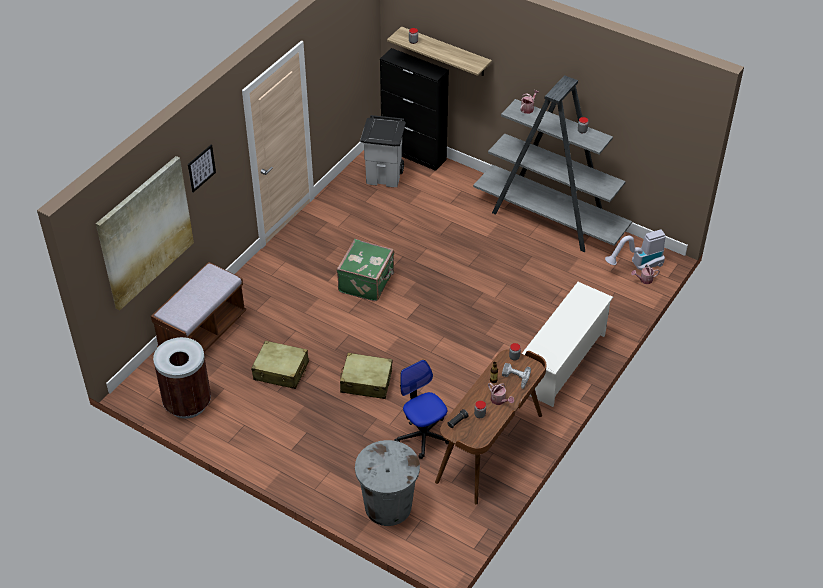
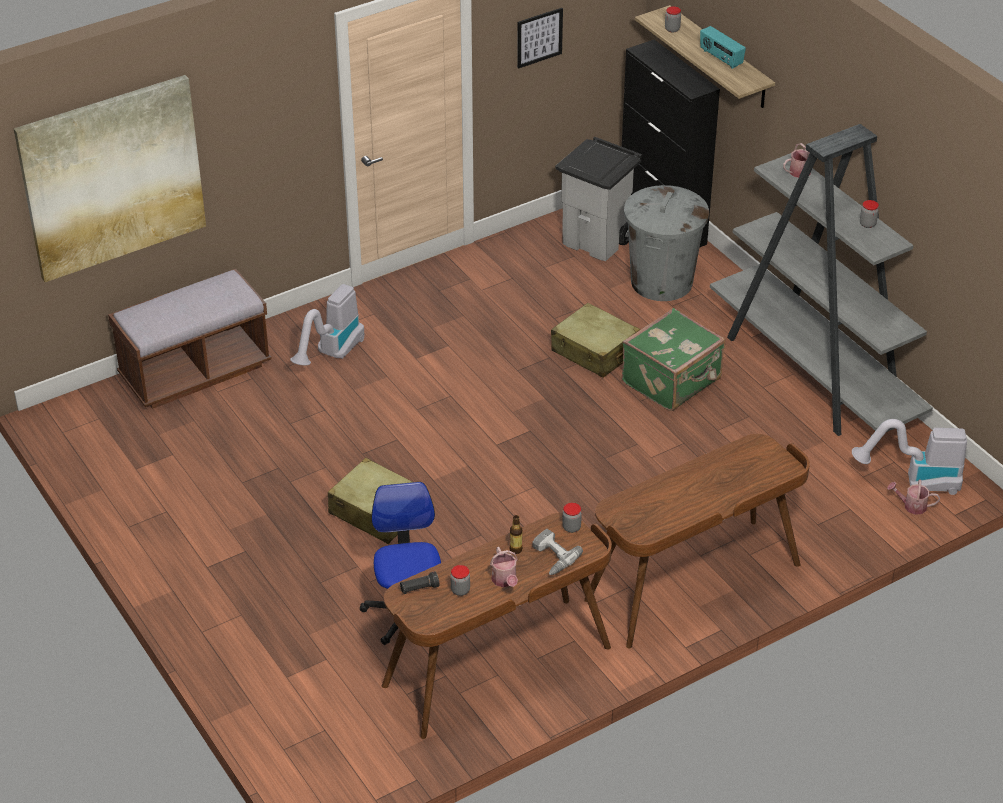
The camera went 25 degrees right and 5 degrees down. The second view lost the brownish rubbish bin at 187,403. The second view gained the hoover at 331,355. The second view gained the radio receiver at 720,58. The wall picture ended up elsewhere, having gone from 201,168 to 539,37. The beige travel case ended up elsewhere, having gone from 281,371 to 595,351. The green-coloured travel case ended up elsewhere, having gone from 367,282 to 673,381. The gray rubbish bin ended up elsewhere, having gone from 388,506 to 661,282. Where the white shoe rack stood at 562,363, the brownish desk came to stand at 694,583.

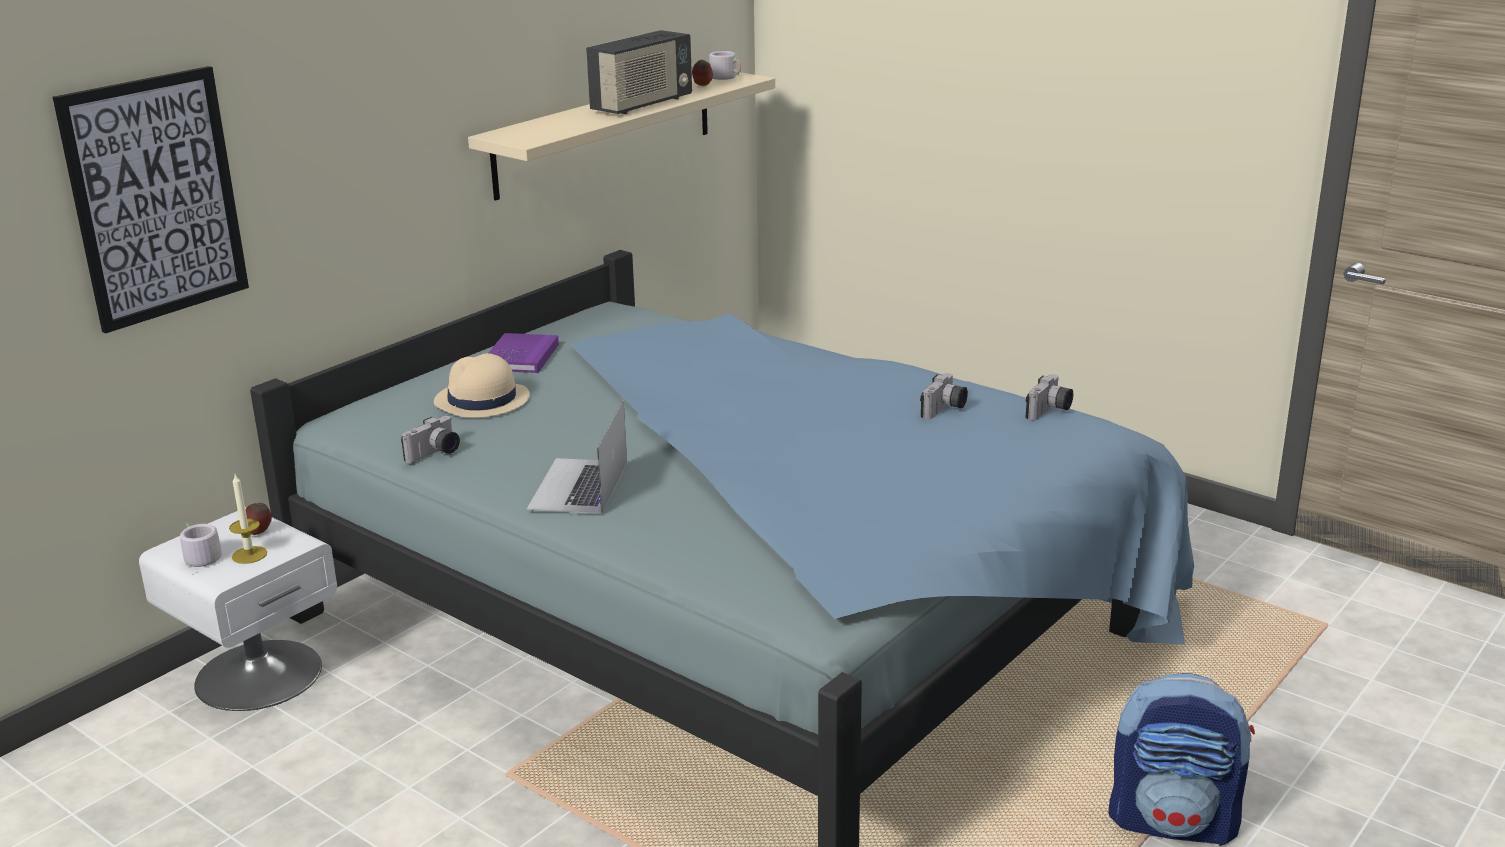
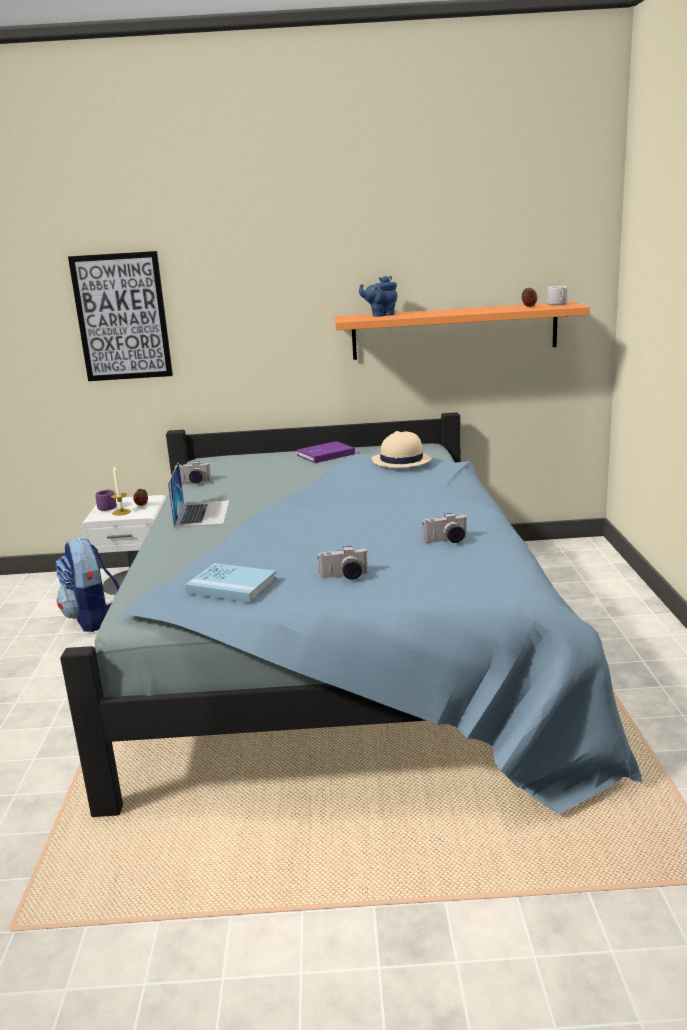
The camera went 50 degrees right and 5 degrees down. The second view lost the radio receiver at 642,105. The second view gained the blue bound book at 232,586. The second view gained the blue tea pot at 381,315. The beige clothing hat ended up elsewhere, having gone from 481,401 to 401,460. The still camera ended up elsewhere, having gone from 1050,411 to 344,577. The backpack ended up elsewhere, having gone from 1174,822 to 93,619. What was the gray tea mug at 199,558 turned into the purple-coloured tea mug at 107,507. What was the beige wall shelf at 605,132 turned into the orange-coloured wall shelf at 454,331. The portable computer at 578,485 ended up facing another way, 120 degrees clockwise from before.

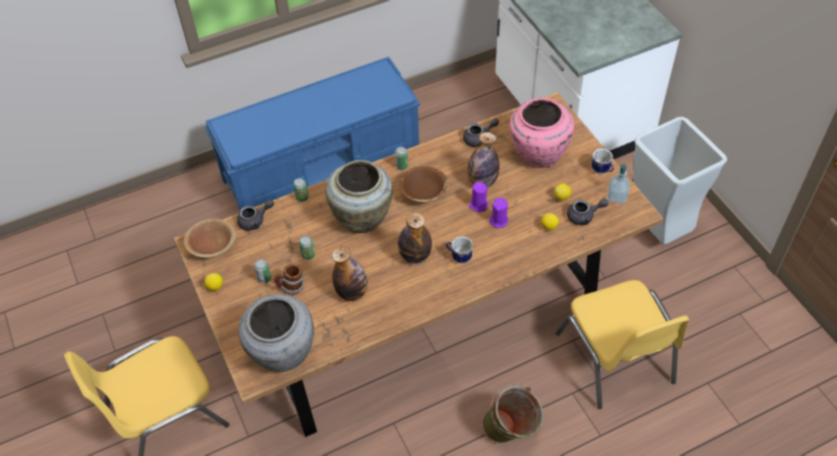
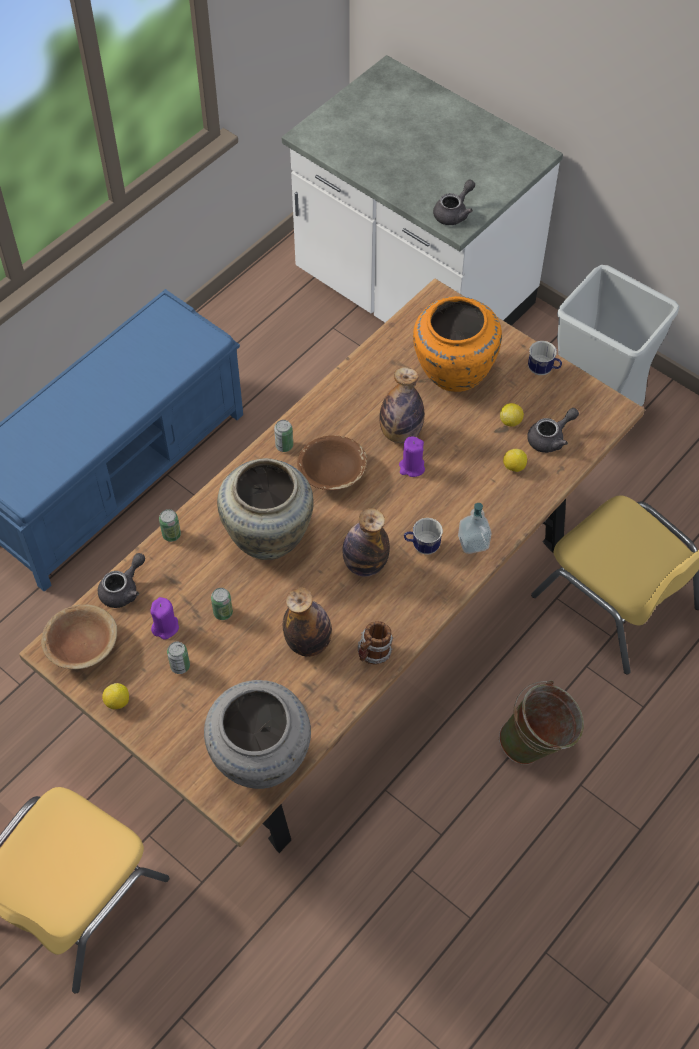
The camera went 25 degrees left and 5 degrees up. The tea mug ended up elsewhere, having gone from 291,287 to 373,654. The gray tea pot ended up elsewhere, having gone from 479,138 to 454,213. The purple-coloured wax light ended up elsewhere, having gone from 499,221 to 165,627. The soap dispenser ended up elsewhere, having gone from 616,196 to 473,542. What was the pinkish flower vase at 537,154 turned into the orange-coloured flower vase at 452,373.

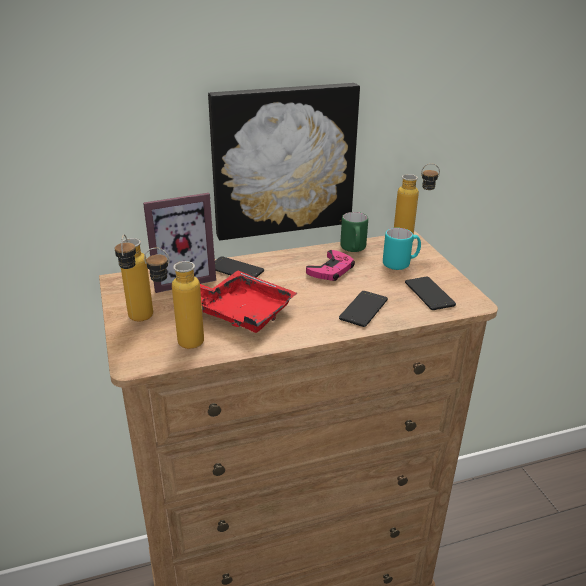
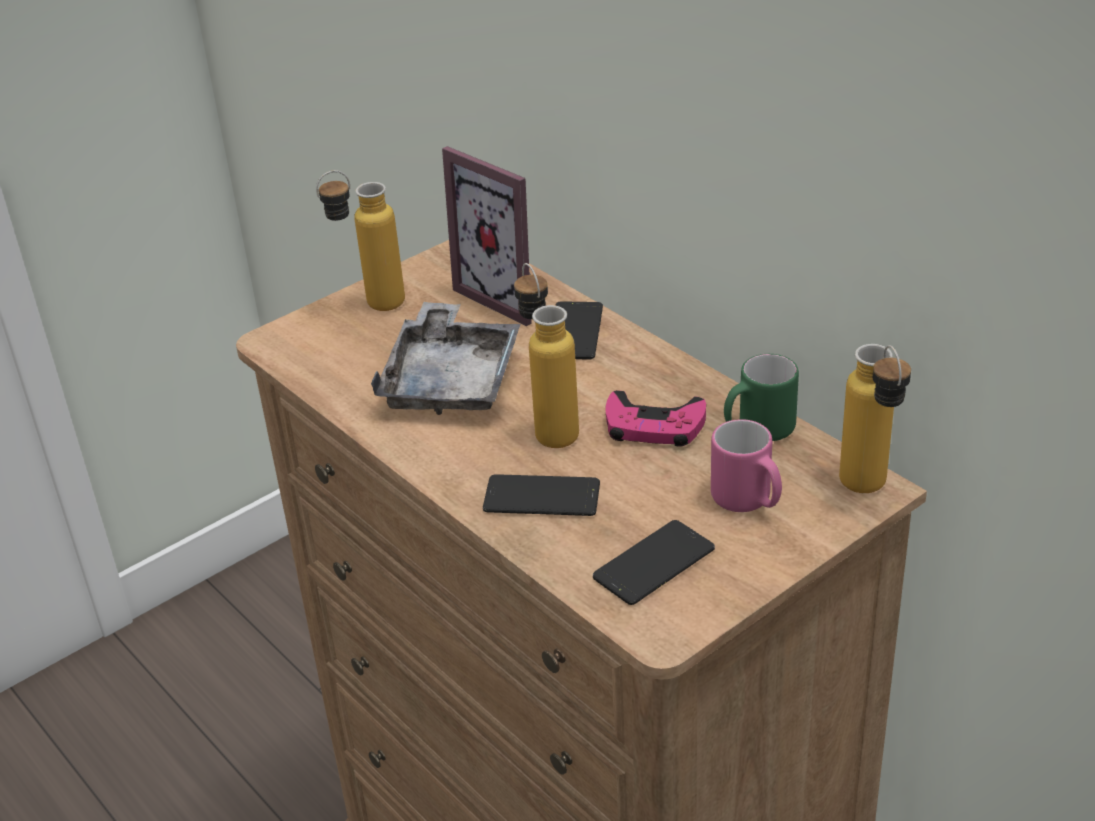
The camera went 70 degrees right and 5 degrees up. The second view lost the wall picture at 283,160. The bottle ended up elsewhere, having gone from 179,342 to 549,427. What was the reddish tray at 242,312 turned into the gray tray at 451,380. What was the turquoise-coloured tea mug at 400,264 turned into the pinkish tea mug at 748,502.

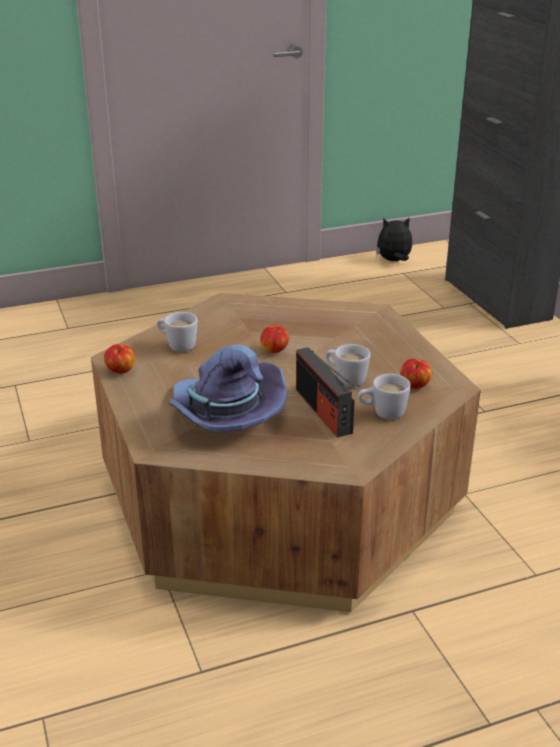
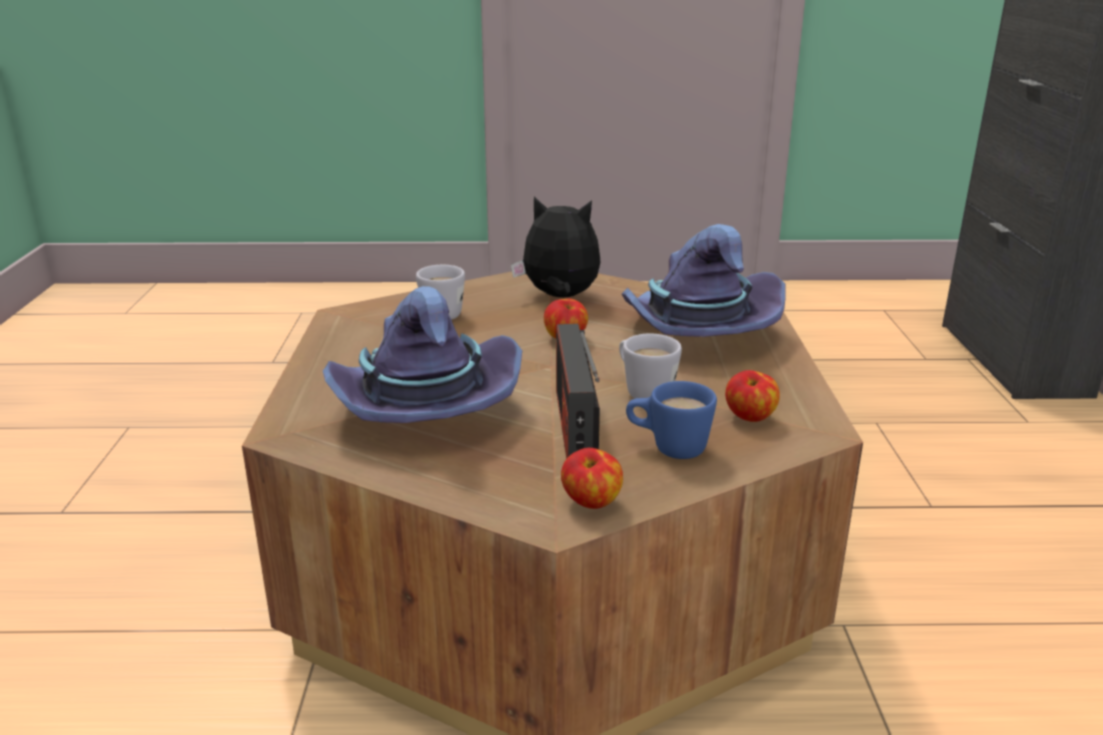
The camera went 20 degrees right and 5 degrees down. The second view gained the purple-coloured clothing hat at 694,331. The whole apple ended up elsewhere, having gone from 120,371 to 591,503. The soft toy ended up elsewhere, having gone from 394,261 to 559,297. What was the white tea mug at 382,413 turned into the blue tea mug at 668,447.

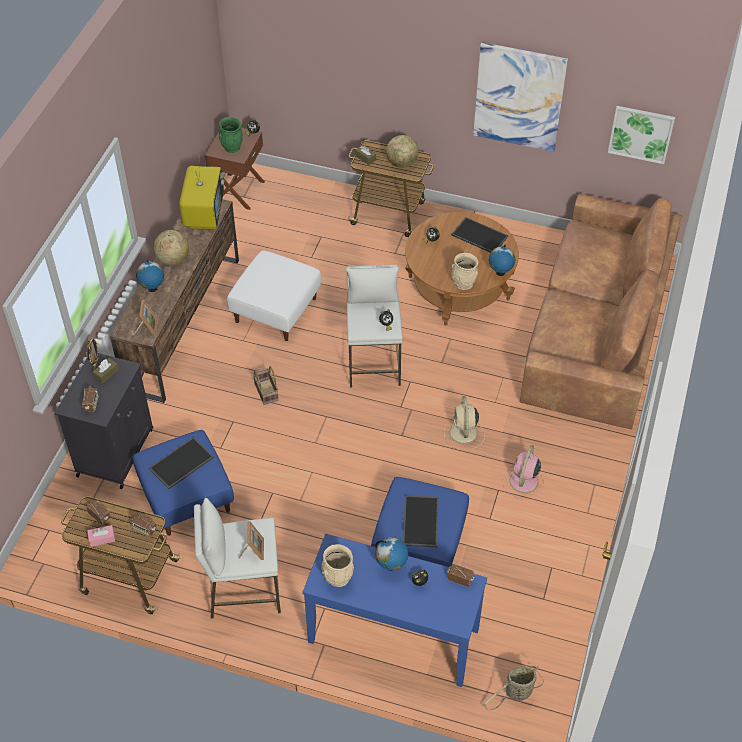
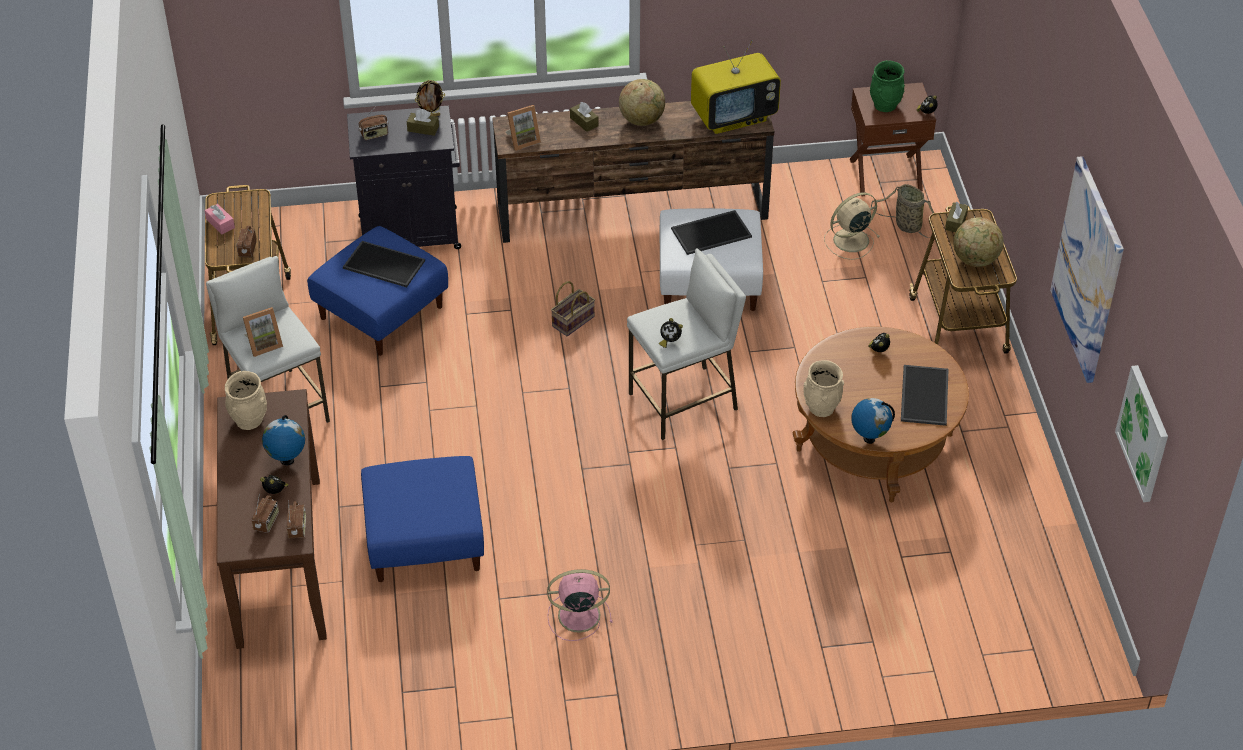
The camera went 65 degrees right and 5 degrees down. The second view lost the brownish sofa at 597,327. The radio receiver ended up elsewhere, having gone from 100,516 to 267,522. The tray ended up elsewhere, having gone from 419,520 to 711,232. The beige fan ended up elsewhere, having gone from 463,434 to 849,241. The storage basket ended up elsewhere, having gone from 516,693 to 906,225. Where the world globe stood at 152,289, the brownish tissue box came to stand at 584,122. What was the blue narrow table at 393,636 turned into the brownish narrow table at 278,561.

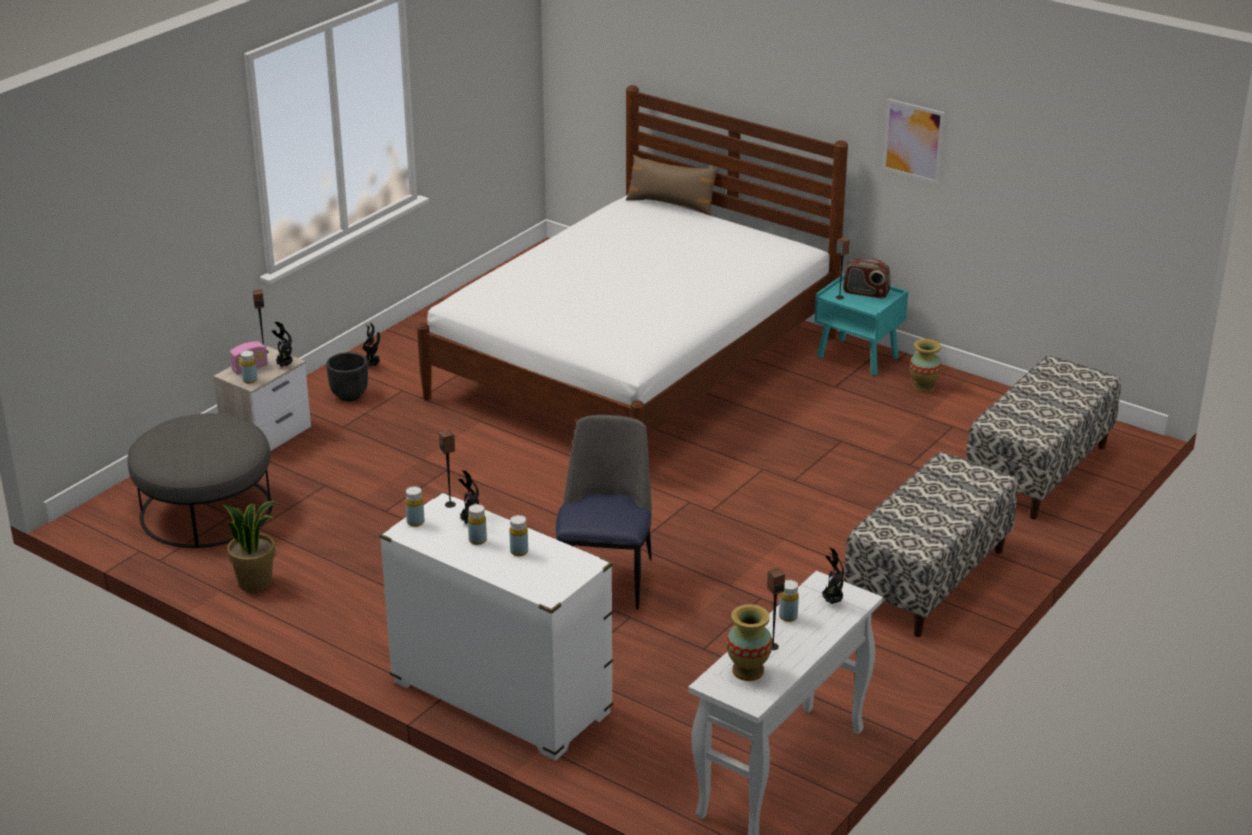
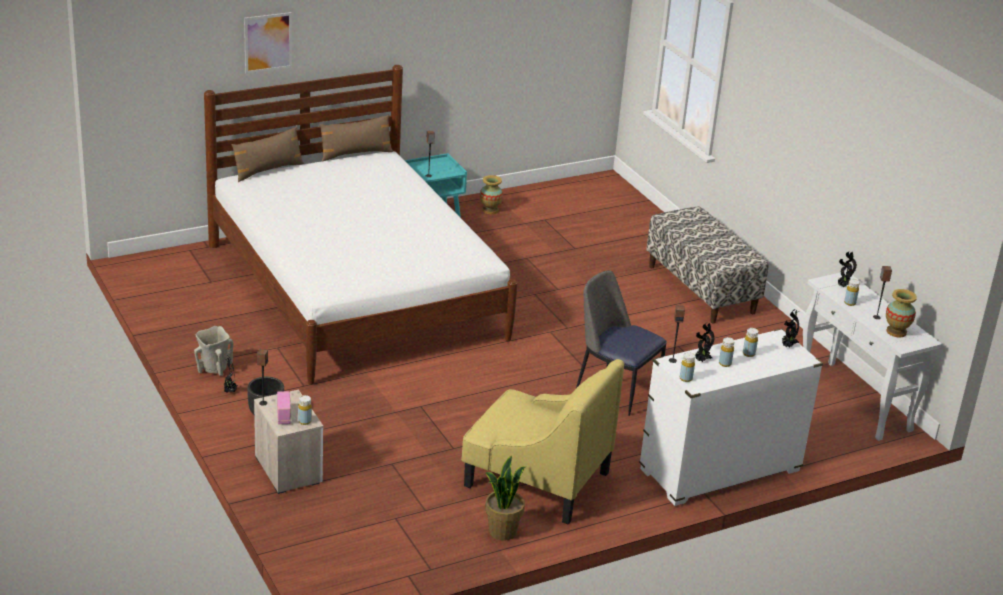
The camera went 65 degrees left and 0 degrees up. The second view lost the gray footrest at 206,510. The second view lost the radio receiver at 866,293. The second view lost the bench at 1038,471. The second view gained the beige flower vase at 213,368. The second view gained the brownish throw pillow at 355,154. The second view gained the yellowish easy chair at 536,479. The houseplant ended up elsewhere, having gone from 284,366 to 787,346. The wall picture ended up elsewhere, having gone from 913,141 to 268,42.

